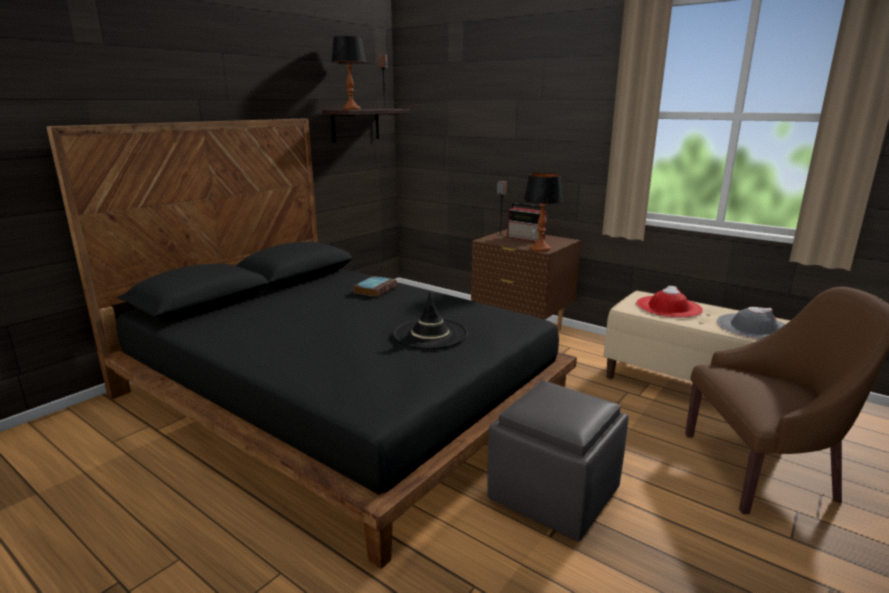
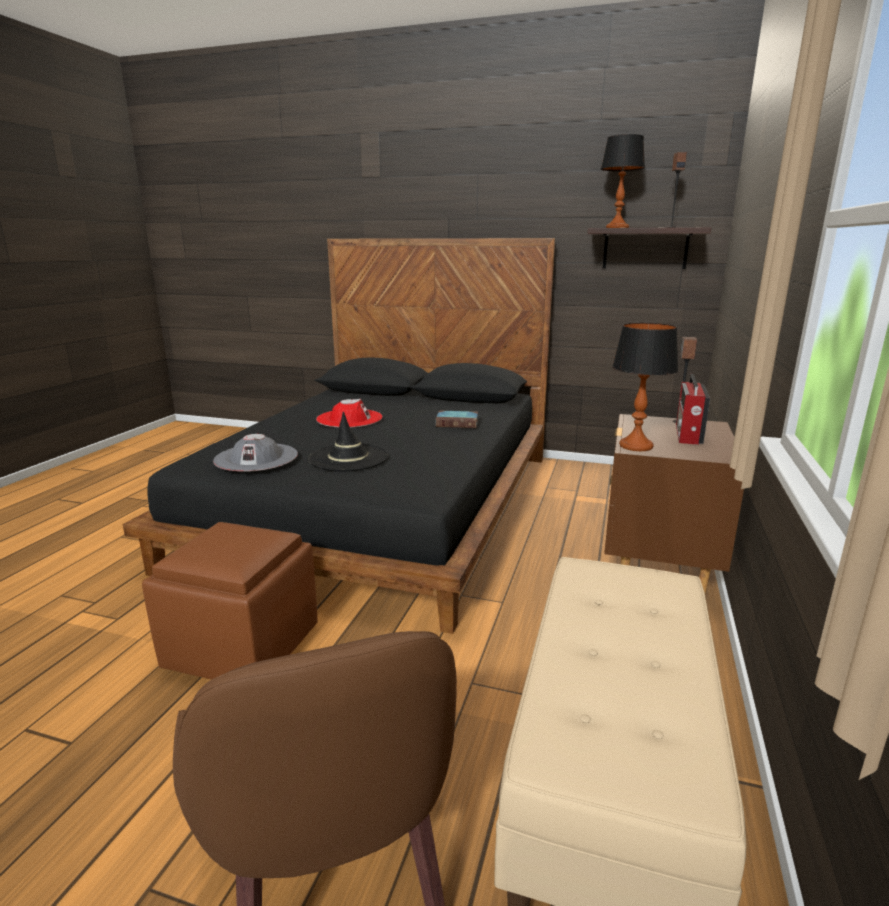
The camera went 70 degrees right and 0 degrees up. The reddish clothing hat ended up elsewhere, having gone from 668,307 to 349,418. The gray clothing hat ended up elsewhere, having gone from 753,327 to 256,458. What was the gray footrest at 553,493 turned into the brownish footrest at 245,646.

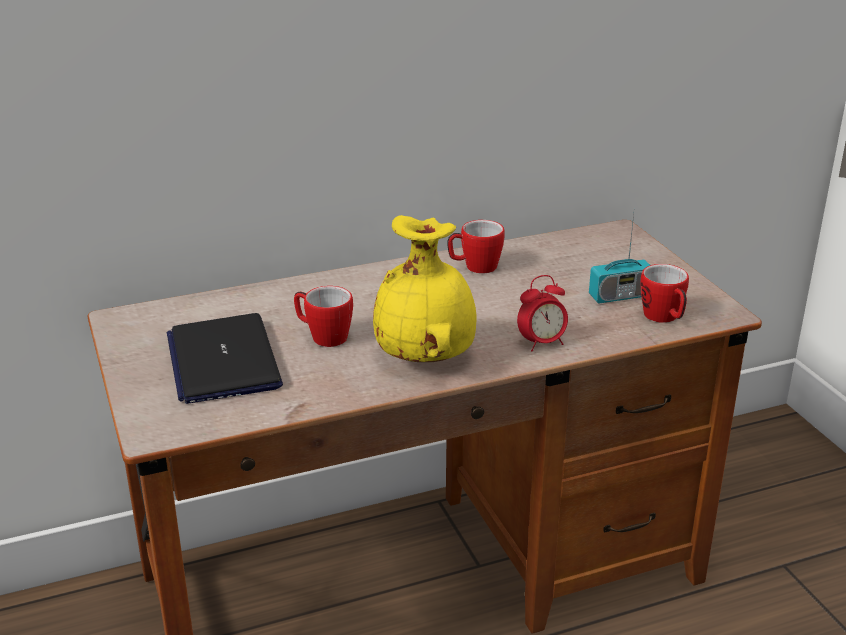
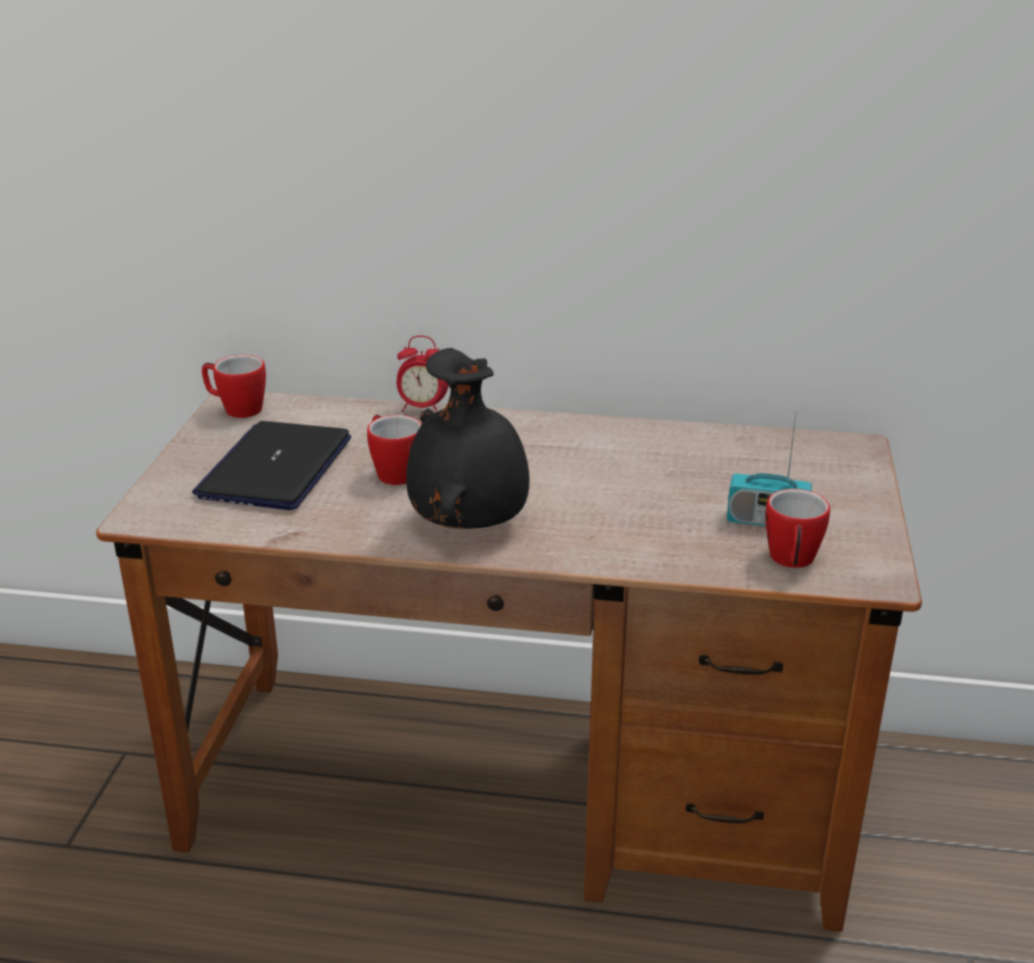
The camera went 30 degrees right and 0 degrees up. The tea mug ended up elsewhere, having gone from 474,267 to 236,409. The alarm clock ended up elsewhere, having gone from 542,343 to 422,408. What was the yellowish flower vase at 426,356 turned into the black flower vase at 471,522.

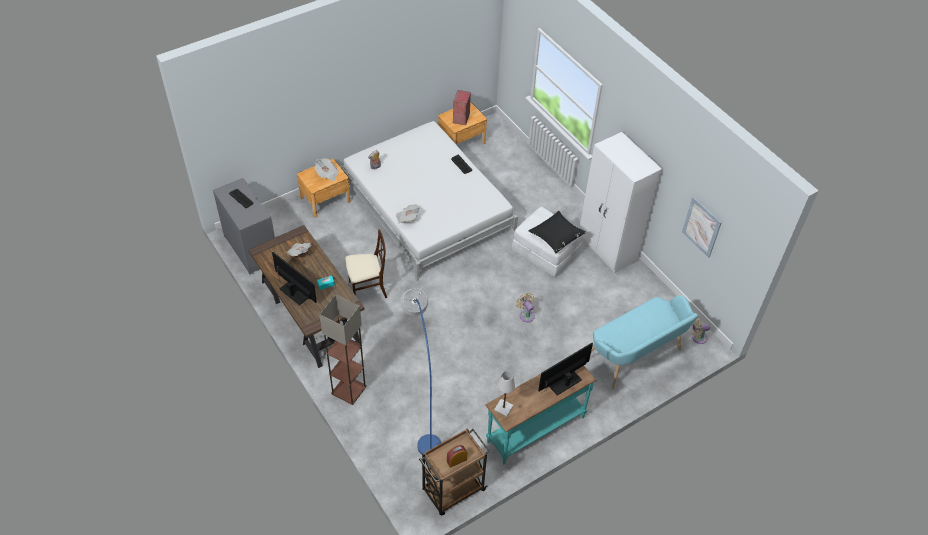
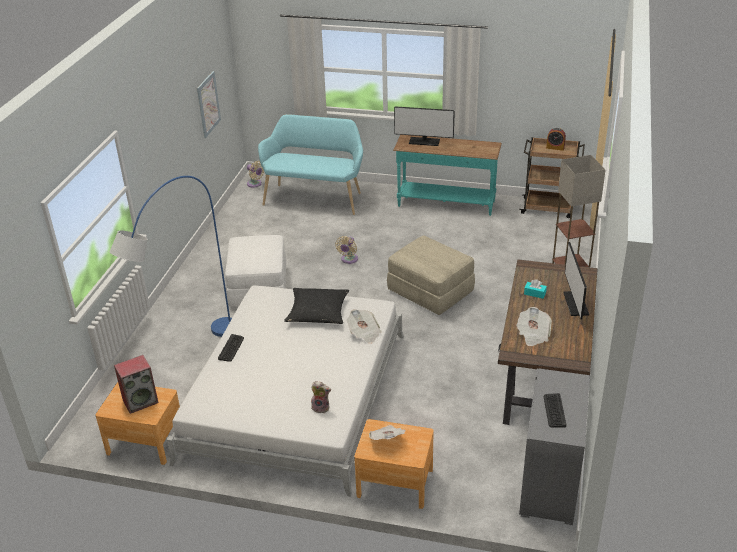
The camera went 130 degrees left and 15 degrees down. The second view lost the beige chair at 367,290. The second view lost the white lamp for a table at 503,408. The second view lost the white armoire at 608,249. The second view gained the beige footrest at 431,291. The blue floor lamp ended up elsewhere, having gone from 421,408 to 188,355. The black throw pillow ended up elsewhere, having gone from 556,235 to 317,312.

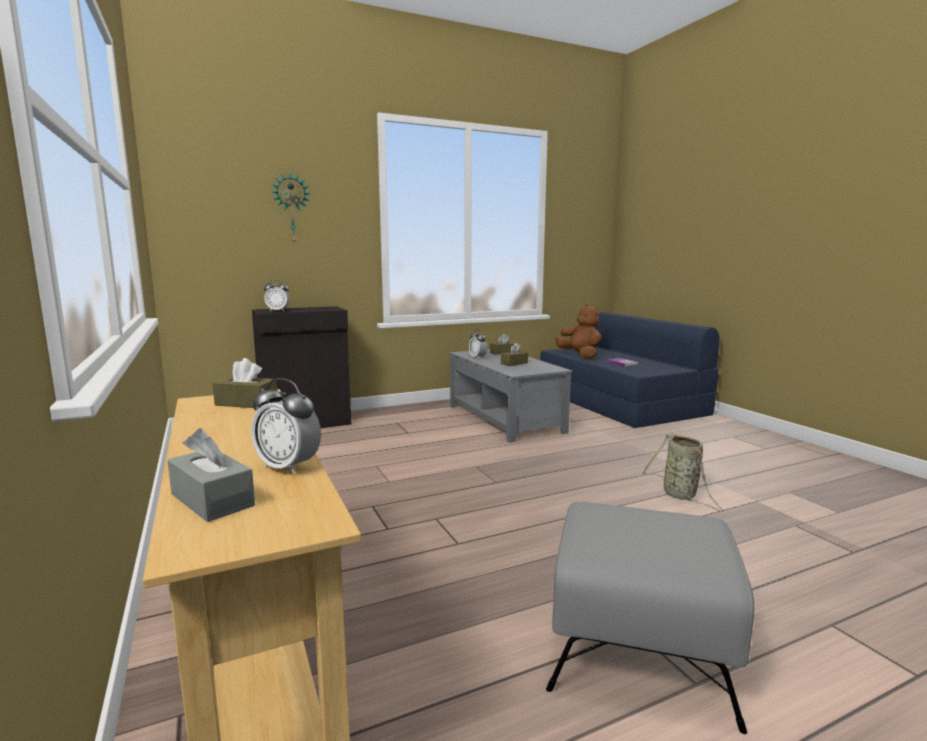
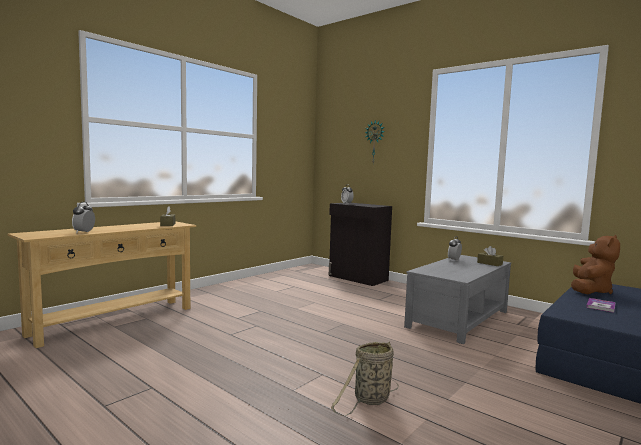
The camera went 65 degrees right and 5 degrees down. The second view lost the gray tissue box at 212,500. The second view lost the brownish tissue box at 514,363. The second view lost the gray footrest at 638,646.

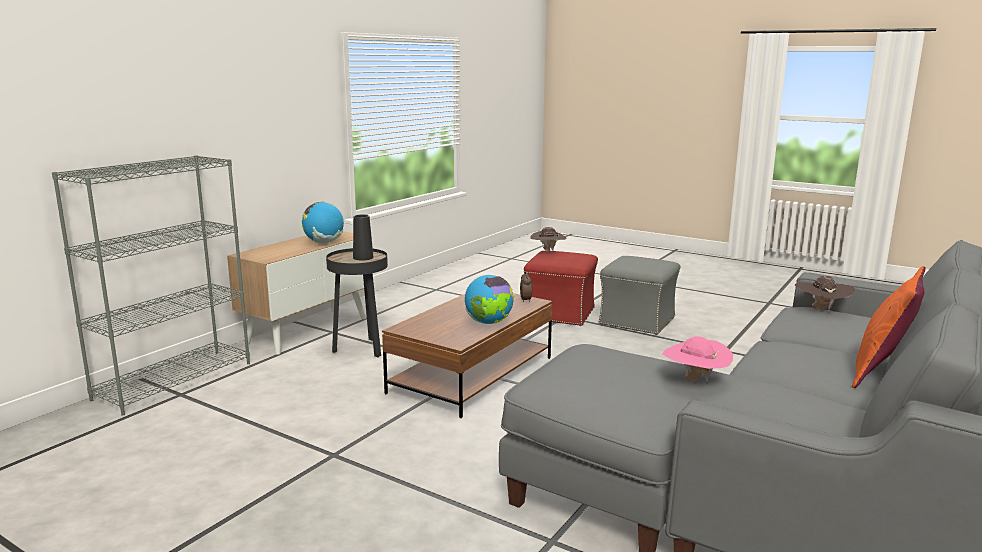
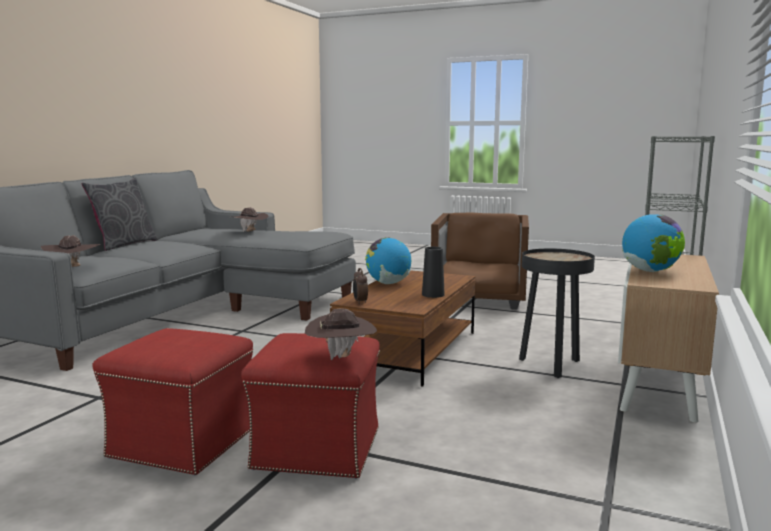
The camera went 170 degrees right and 5 degrees down. The second view gained the brownish easy chair at 480,298. The black flower vase ended up elsewhere, having gone from 363,257 to 433,294. What was the gray footrest at 638,321 turned into the reddish footrest at 181,442. What was the pinkish clothing hat at 694,380 turned into the brownish clothing hat at 249,232. What was the orange-coloured throw pillow at 881,373 turned into the gray throw pillow at 123,244.

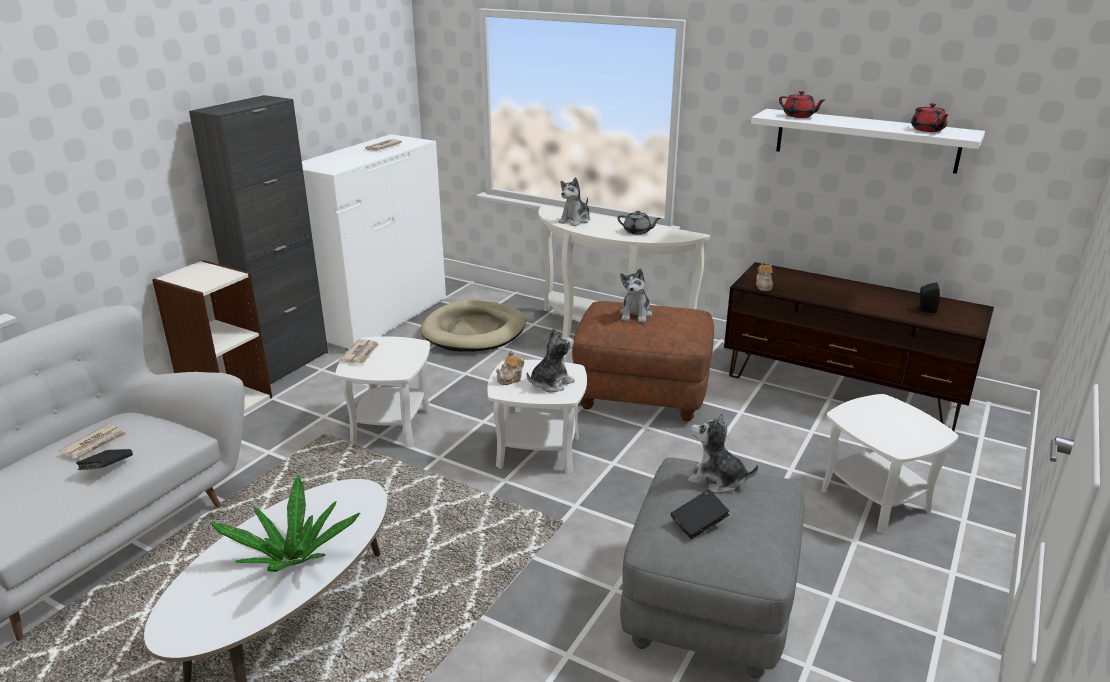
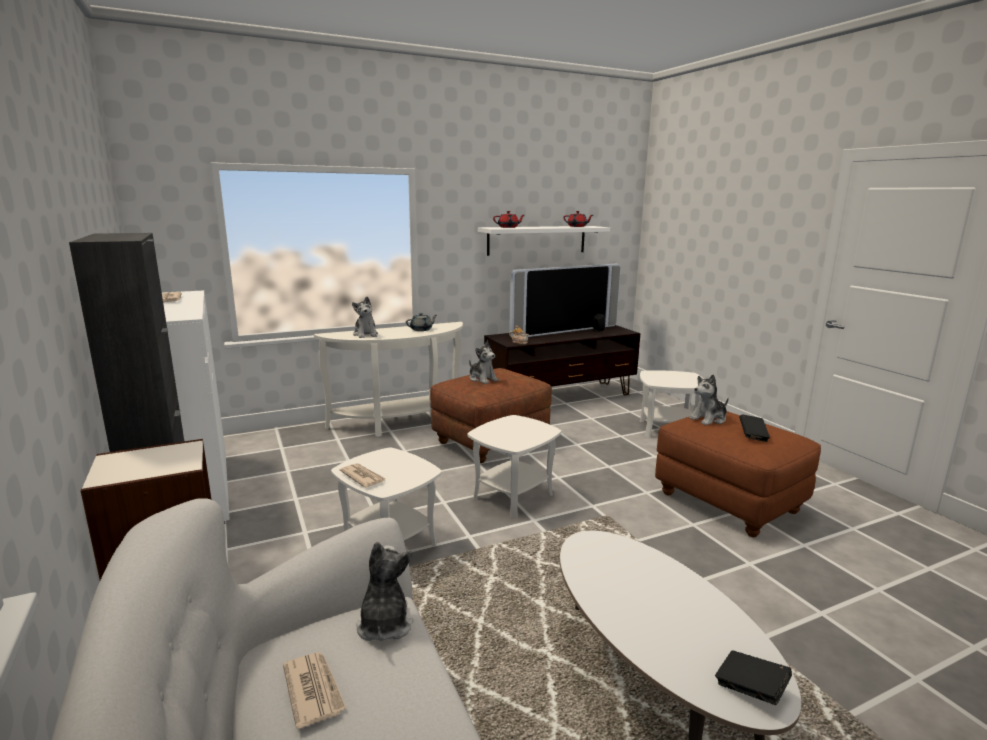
The camera went 55 degrees left and 10 degrees down. The second view lost the houseplant at 293,559. The second view lost the beige pet bed at 474,331. The second view lost the tea pot at 510,379. The second view gained the television at 563,330. The black bound book ended up elsewhere, having gone from 107,469 to 750,689. The soft toy ended up elsewhere, having gone from 550,383 to 384,624. What was the gray footrest at 709,607 turned into the brownish footrest at 728,502.

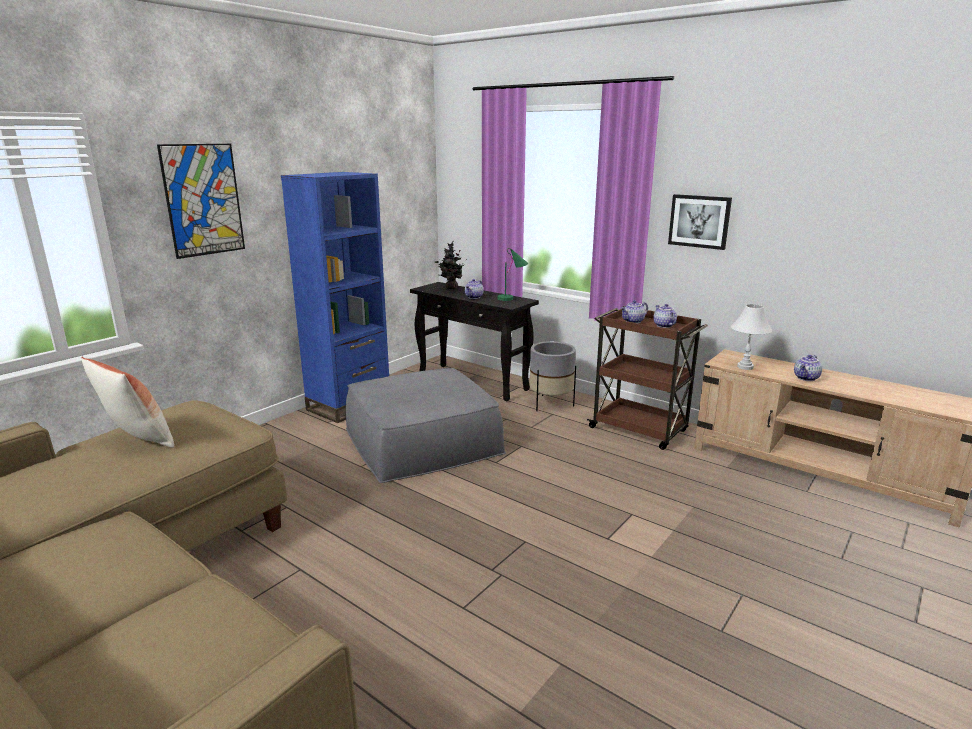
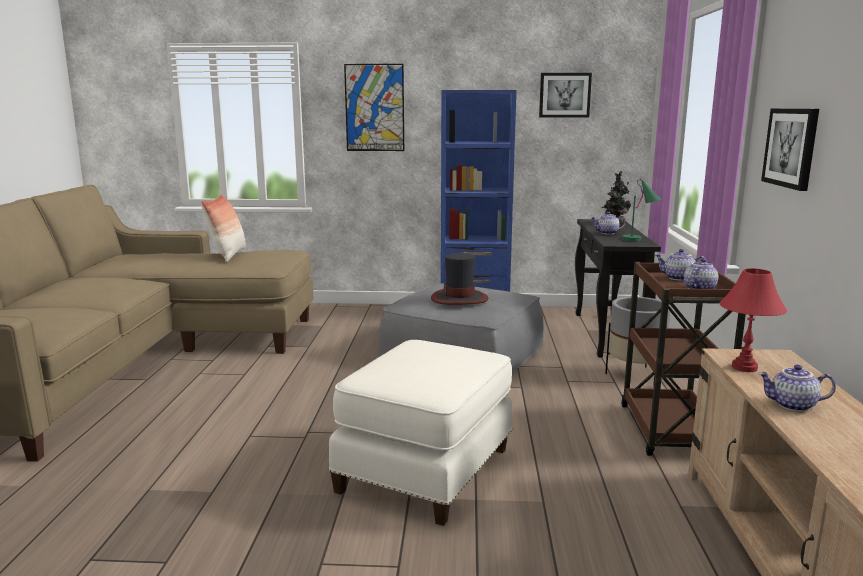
The camera went 55 degrees right and 5 degrees down. The second view gained the white footrest at 427,471. The second view gained the clothing hat at 459,298. The second view gained the wall picture at 564,95. What was the white lamp for a table at 744,367 turned into the reddish lamp for a table at 744,367.

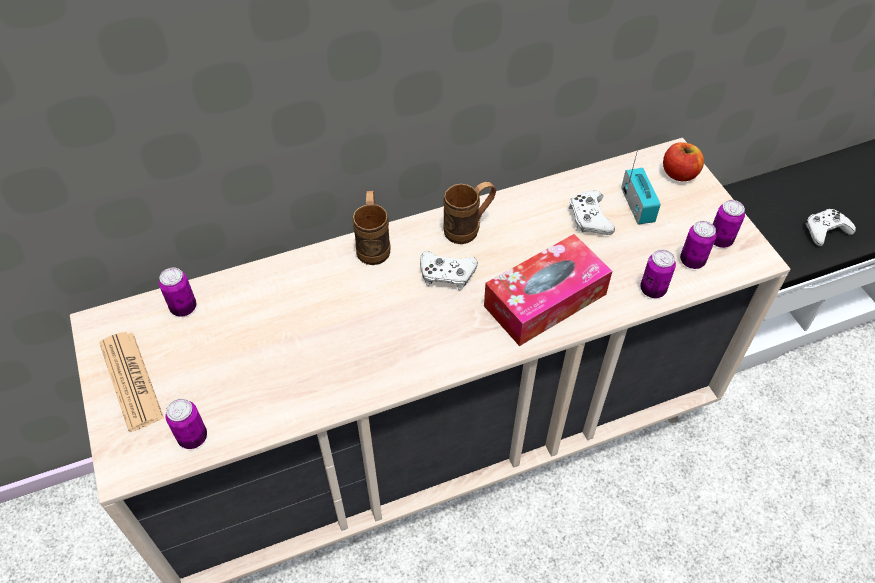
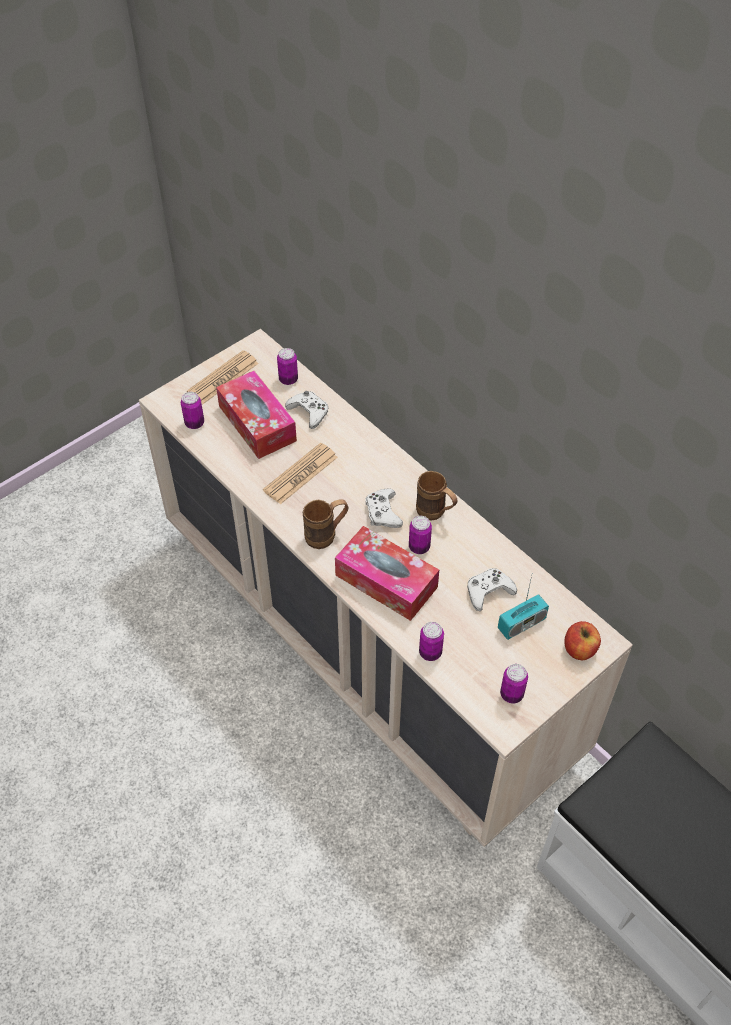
The camera went 70 degrees right and 0 degrees up. The second view gained the tissue box at 257,423. The second view gained the printed paper at 300,474. The brownish tea mug ended up elsewhere, having gone from 373,245 to 326,535. The sealed can ended up elsewhere, having gone from 692,261 to 419,547. The white gamepad ended up elsewhere, having gone from 825,230 to 309,412.

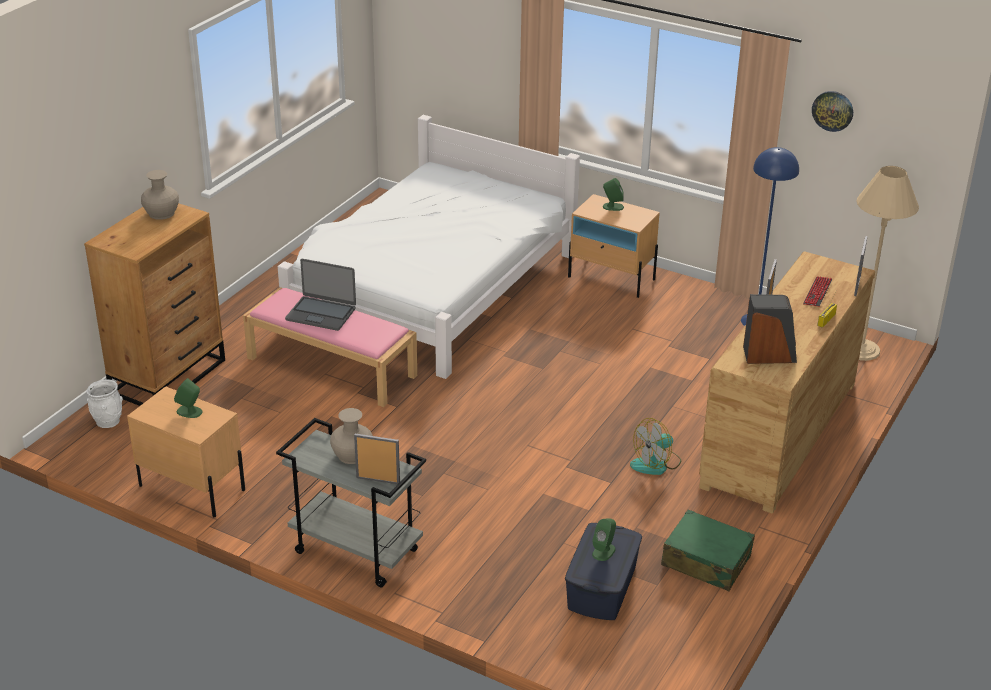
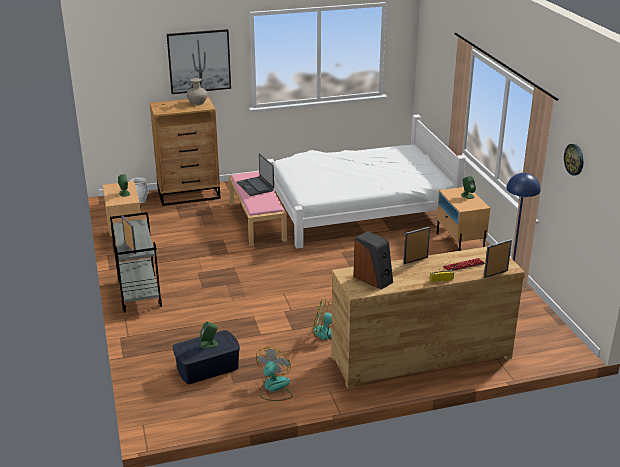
The camera went 45 degrees right and 5 degrees down. The second view lost the beige flower vase at 352,455. The second view lost the beige floor lamp at 861,350. The second view gained the wall picture at 199,61. Where the green-coloured travel case stood at 706,561, the fan came to stand at 274,388.

